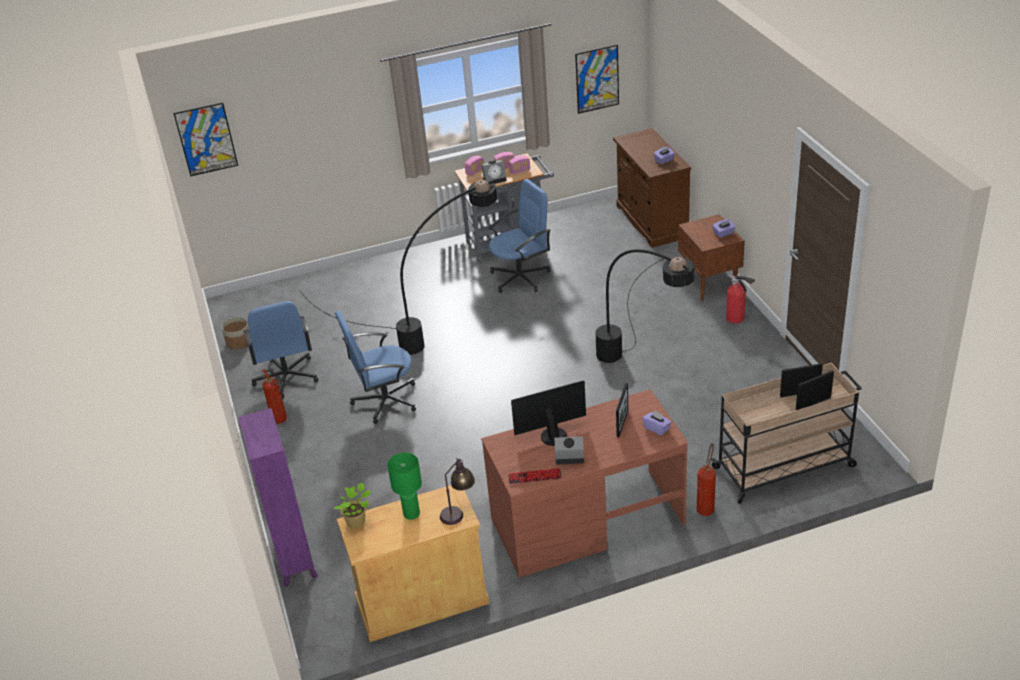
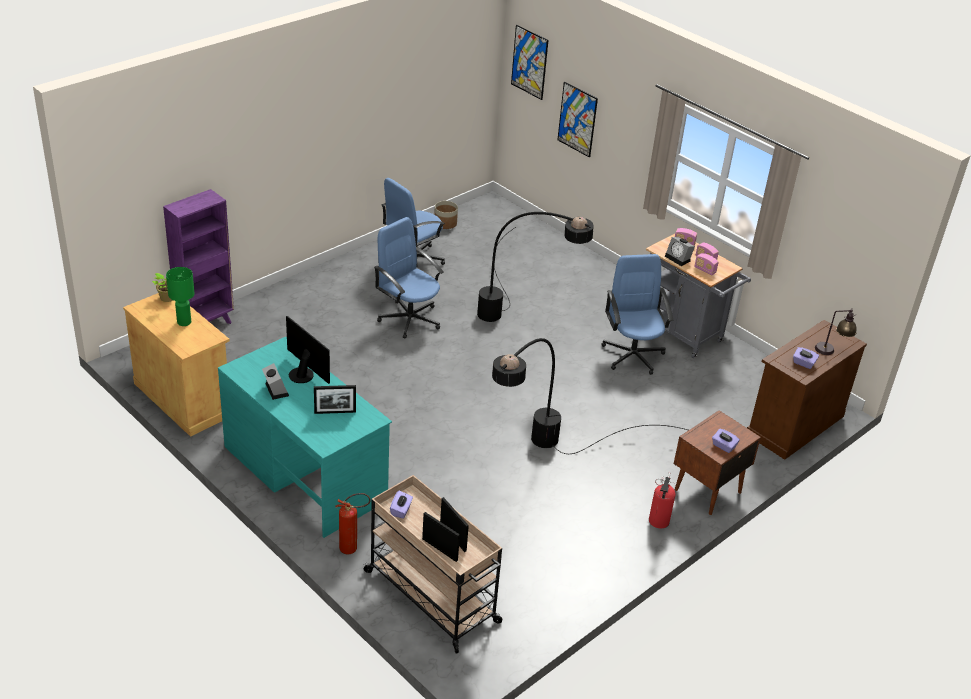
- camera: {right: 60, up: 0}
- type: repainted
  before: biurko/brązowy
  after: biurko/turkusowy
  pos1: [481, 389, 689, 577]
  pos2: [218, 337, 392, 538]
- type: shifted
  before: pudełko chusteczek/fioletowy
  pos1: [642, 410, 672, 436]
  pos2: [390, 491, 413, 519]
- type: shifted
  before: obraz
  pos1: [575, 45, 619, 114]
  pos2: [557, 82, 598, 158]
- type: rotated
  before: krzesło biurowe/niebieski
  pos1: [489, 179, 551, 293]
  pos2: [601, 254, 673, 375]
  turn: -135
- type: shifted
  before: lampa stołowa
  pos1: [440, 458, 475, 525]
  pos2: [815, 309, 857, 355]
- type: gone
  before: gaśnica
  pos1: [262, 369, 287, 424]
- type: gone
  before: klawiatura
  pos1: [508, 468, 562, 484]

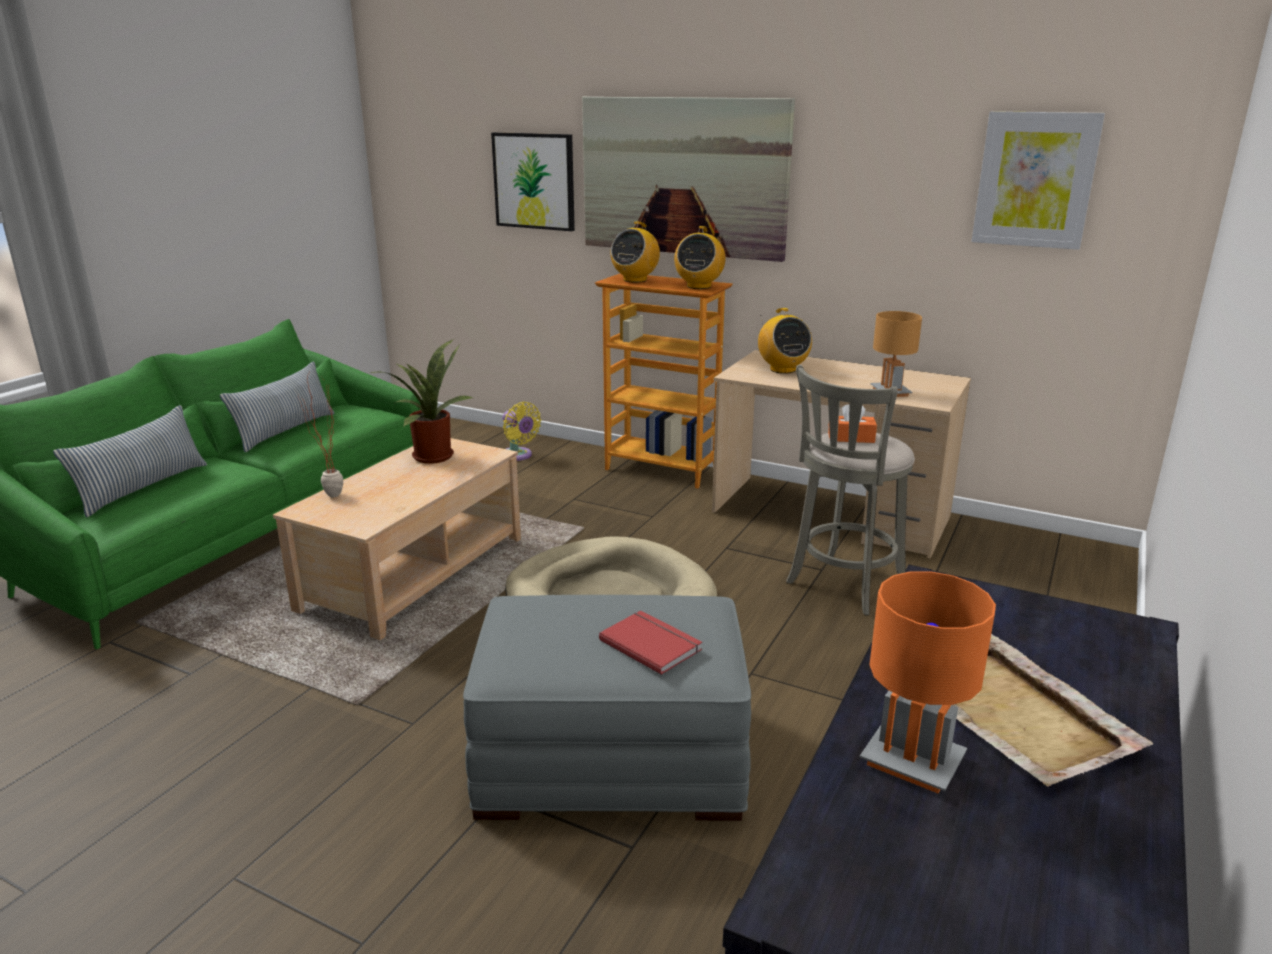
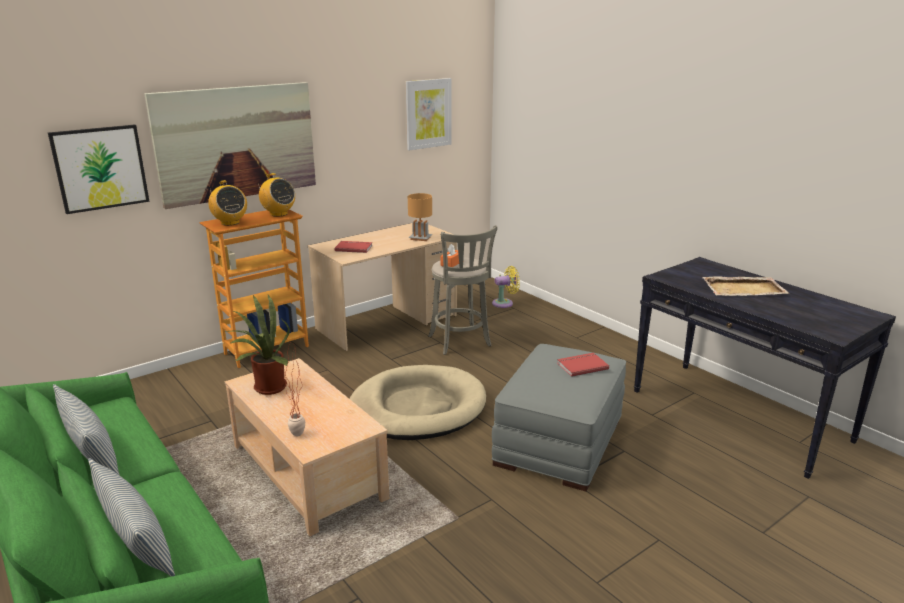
- camera: {right: -65, up: 0}
- type: swapped
  before: radio
  after: książka/czerwony
  pos1: [758, 308, 812, 374]
  pos2: [335, 241, 373, 253]
- type: shifted
  before: wentylator/żółty
  pos1: [502, 402, 541, 461]
  pos2: [492, 266, 520, 308]
- type: gone
  before: lampa stołowa/pomarańczowy
  pos1: [860, 571, 996, 794]

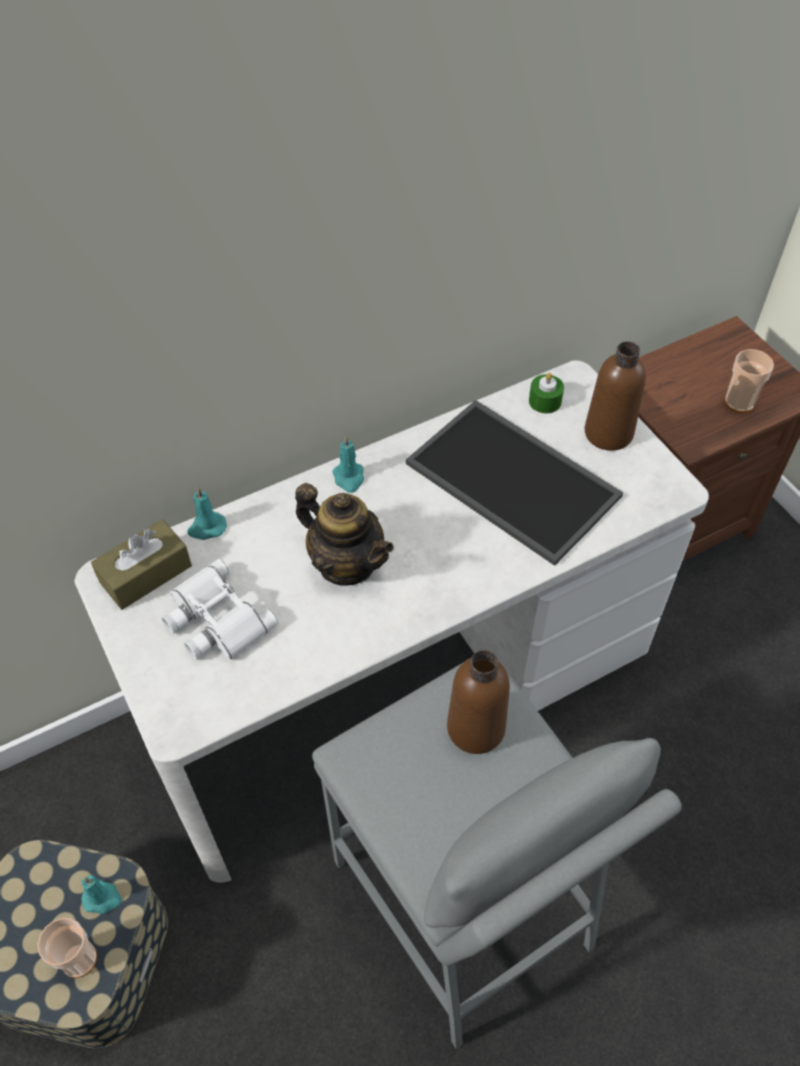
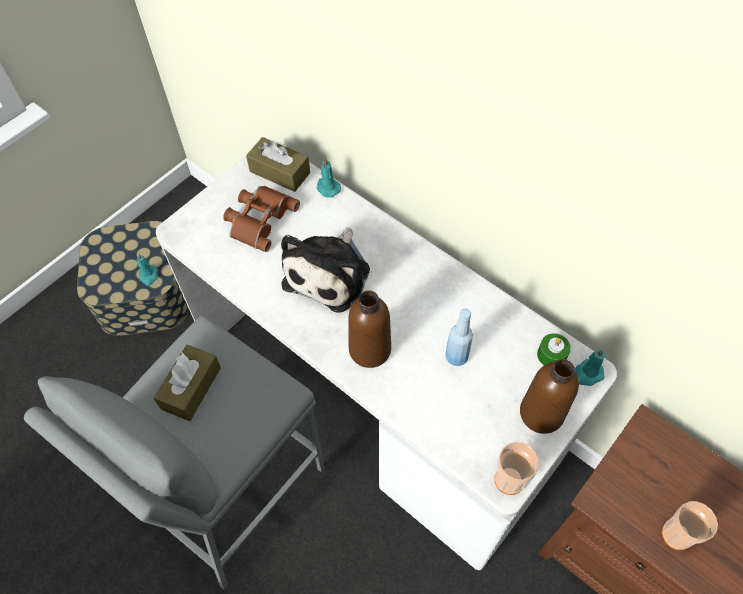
- camera: {right: 70, up: 5}
- type: new
  after: pudełko chusteczek/brązowy
  pos2: [154, 345, 221, 421]
- type: repainted
  before: lornetka/biały
  after: lornetka/brązowy
  pos1: [161, 559, 278, 660]
  pos2: [223, 186, 300, 252]
- type: swapped
  before: imbryk
  after: pluszak
  pos1: [295, 483, 394, 586]
  pos2: [281, 227, 370, 312]
- type: shifted
  before: butelka/brązowy
  pos1: [447, 650, 510, 754]
  pos2: [349, 290, 391, 368]
- type: swapped
  before: taca
  after: butelka/niebieski
  pos1: [406, 400, 623, 566]
  pos2: [445, 309, 473, 366]
- type: shifted
  before: filiżanka
  pos1: [38, 918, 97, 978]
  pos2: [494, 442, 539, 495]
- type: shifted
  before: świeca/turkusowy
  pos1: [332, 436, 364, 493]
  pos2: [575, 349, 605, 386]

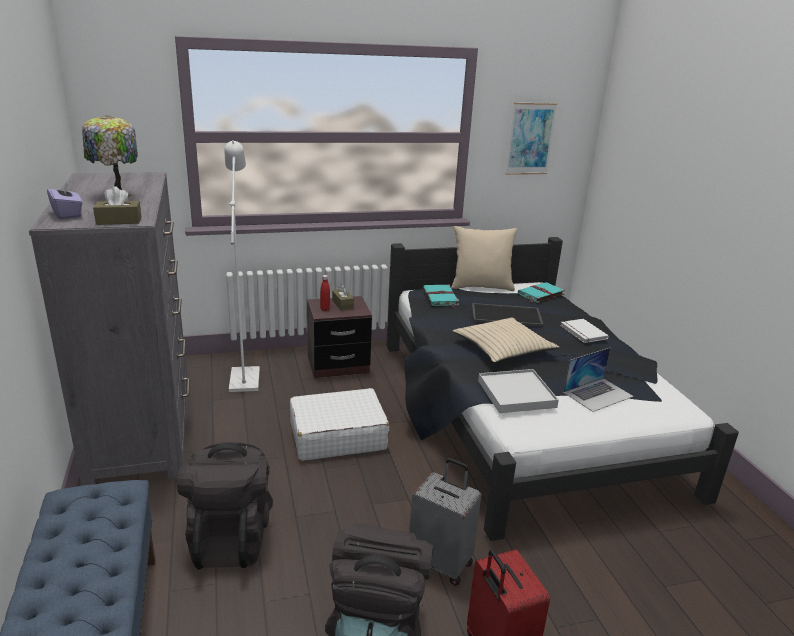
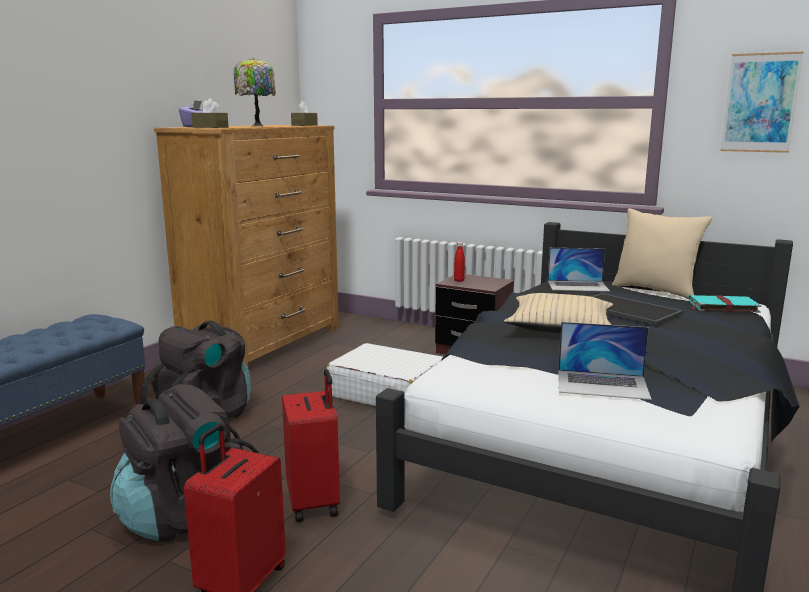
- camera: {right: 45, up: -10}
- type: repainted
  before: komoda/szary
  after: komoda/brązowy
  pos1: [29, 172, 190, 486]
  pos2: [154, 125, 339, 367]
- type: repainted
  before: walizka/szary
  after: walizka/czerwony
  pos1: [409, 458, 481, 586]
  pos2: [282, 369, 340, 522]
- type: shifted
  before: pudełko chusteczek/brązowy
  pos1: [332, 284, 354, 310]
  pos2: [291, 101, 318, 126]
- type: swapped
  before: książka/turkusowy
  after: laptop
  pos1: [423, 284, 459, 307]
  pos2: [548, 248, 610, 292]
- type: gone
  before: lampa stojąca/biały
  pos1: [224, 140, 260, 392]
- type: gone
  before: taca/biały
  pos1: [478, 369, 559, 413]
- type: gone
  before: książka/biały
  pos1: [560, 319, 609, 343]

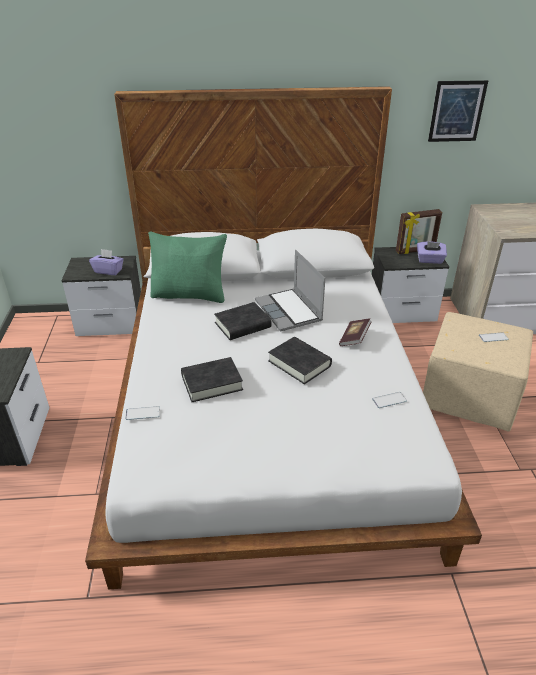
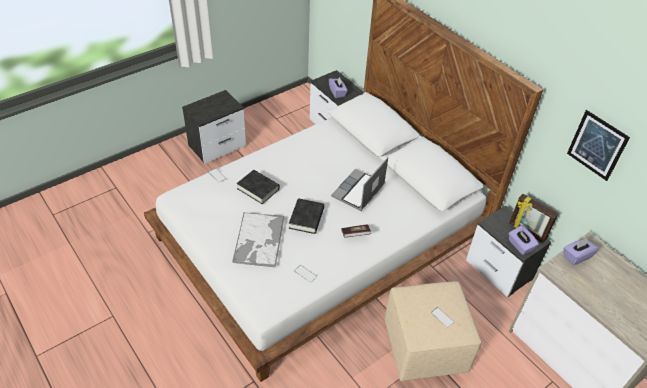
- camera: {right: 55, up: 10}
- type: new
  after: taca
  pos2: [232, 212, 285, 267]
- type: new
  after: pudełko chusteczek/fioletowy
  pos2: [563, 238, 599, 265]
- type: gone
  before: poduszka/zielony
  pos1: [148, 232, 227, 303]
- type: gone
  before: książka/czarny
  pos1: [214, 302, 272, 340]

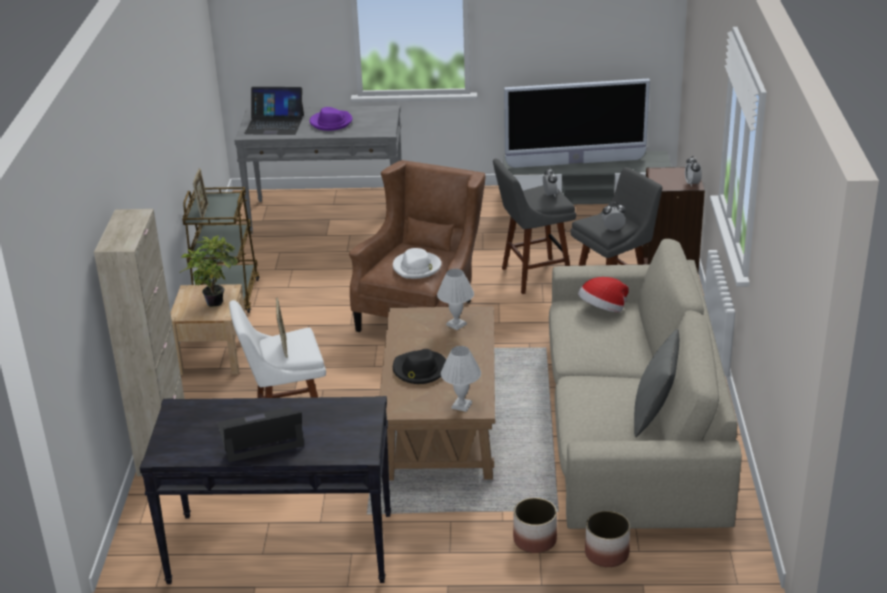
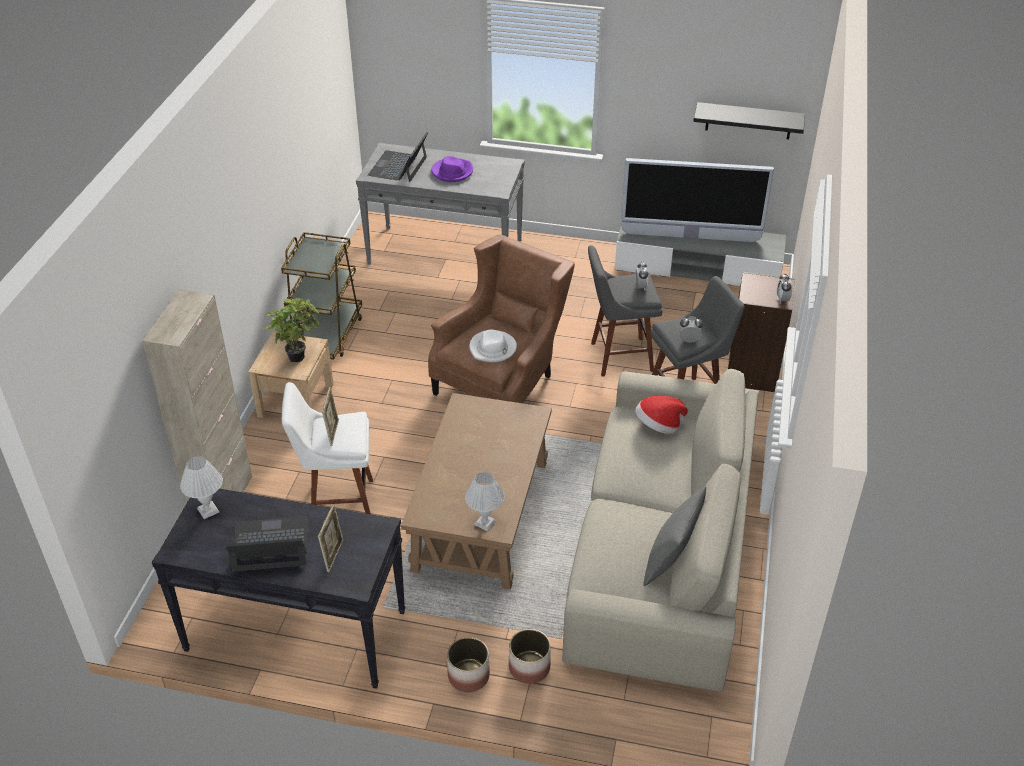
- camera: {right: 10, up: 10}
- type: shifted
  before: lampa stołowa/biały
  pos1: [437, 269, 474, 330]
  pos2: [180, 456, 223, 519]
- type: shifted
  before: ramka na zdjęcie
  pos1: [193, 168, 208, 218]
  pos2: [318, 504, 343, 572]
- type: rotated
  before: laptop
  pos1: [244, 87, 304, 135]
  pos2: [368, 132, 428, 182]
  turn: 90
- type: shifted
  before: donica
  pos1: [585, 511, 630, 567]
  pos2: [447, 637, 490, 692]
- type: new
  after: półka/czarny
  pos2: [693, 102, 805, 139]
- type: gone
  before: kapelusz/czarny
  pos1: [393, 349, 446, 384]

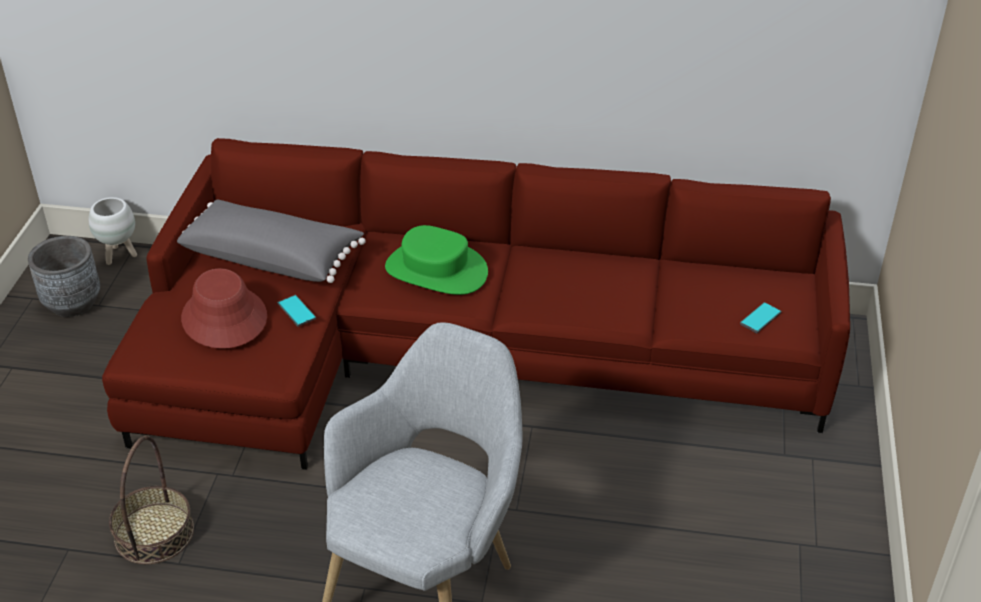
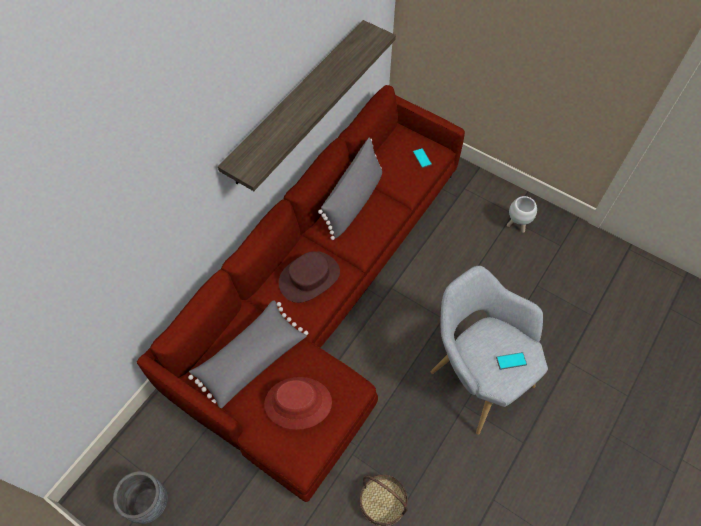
- camera: {right: -65, up: 20}
- type: new
  after: półka
  pos2: [218, 20, 396, 191]
- type: repainted
  before: kapelusz/zielony
  after: kapelusz/brązowy
  pos1: [385, 225, 488, 295]
  pos2: [279, 251, 340, 303]
- type: new
  after: poduszka/szary
  pos2: [318, 138, 382, 240]
- type: shifted
  before: telefon
  pos1: [277, 295, 316, 327]
  pos2: [496, 352, 527, 370]
- type: shifted
  before: donica/biały
  pos1: [89, 197, 137, 265]
  pos2: [507, 196, 537, 233]

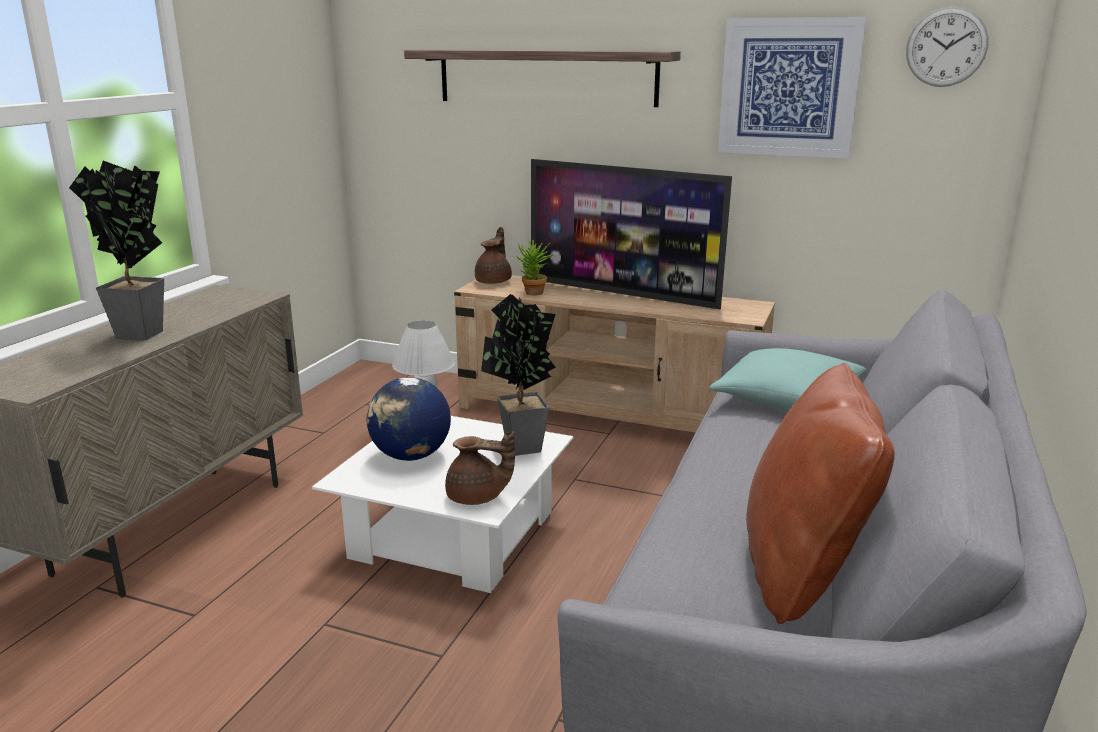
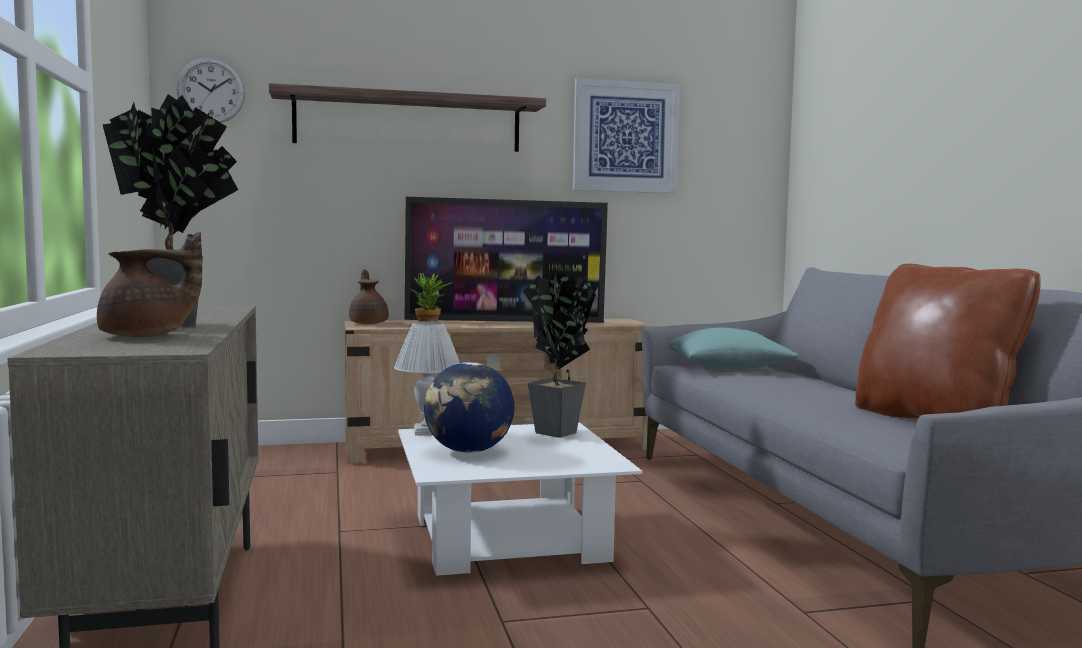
- camera: {right: -35, up: -15}
- type: shifted
  before: imbryk/brązowy
  pos1: [445, 431, 515, 505]
  pos2: [97, 232, 202, 337]
- type: shifted
  before: zegar ścienny
  pos1: [906, 7, 989, 87]
  pos2: [176, 58, 245, 123]

